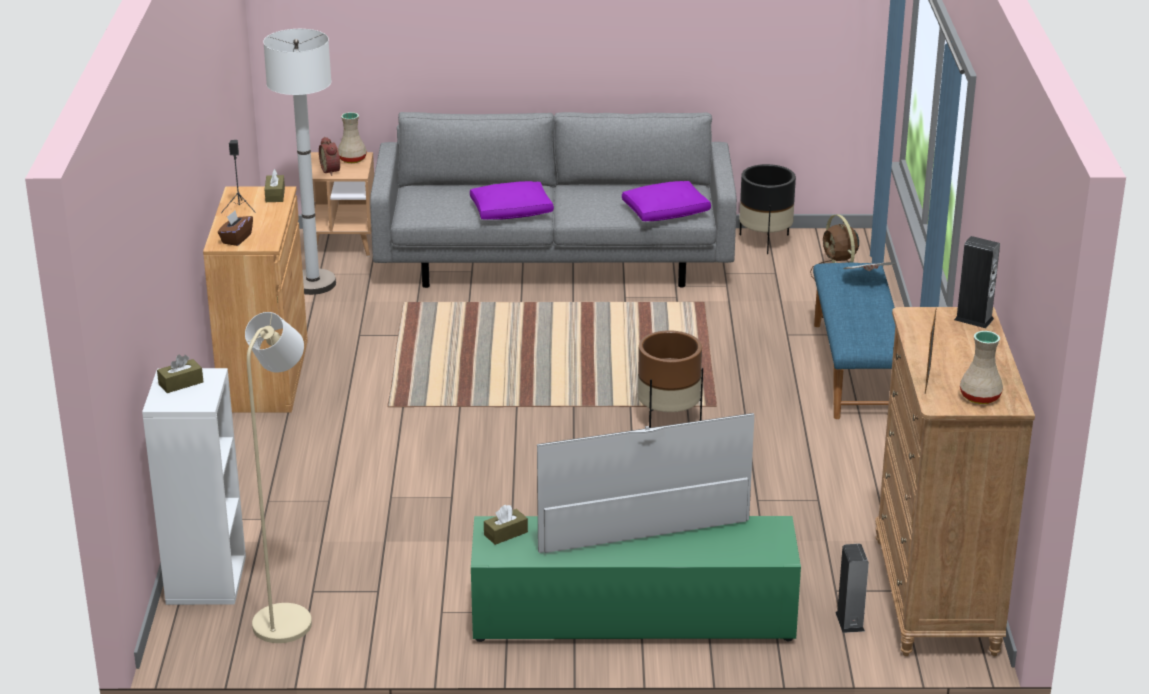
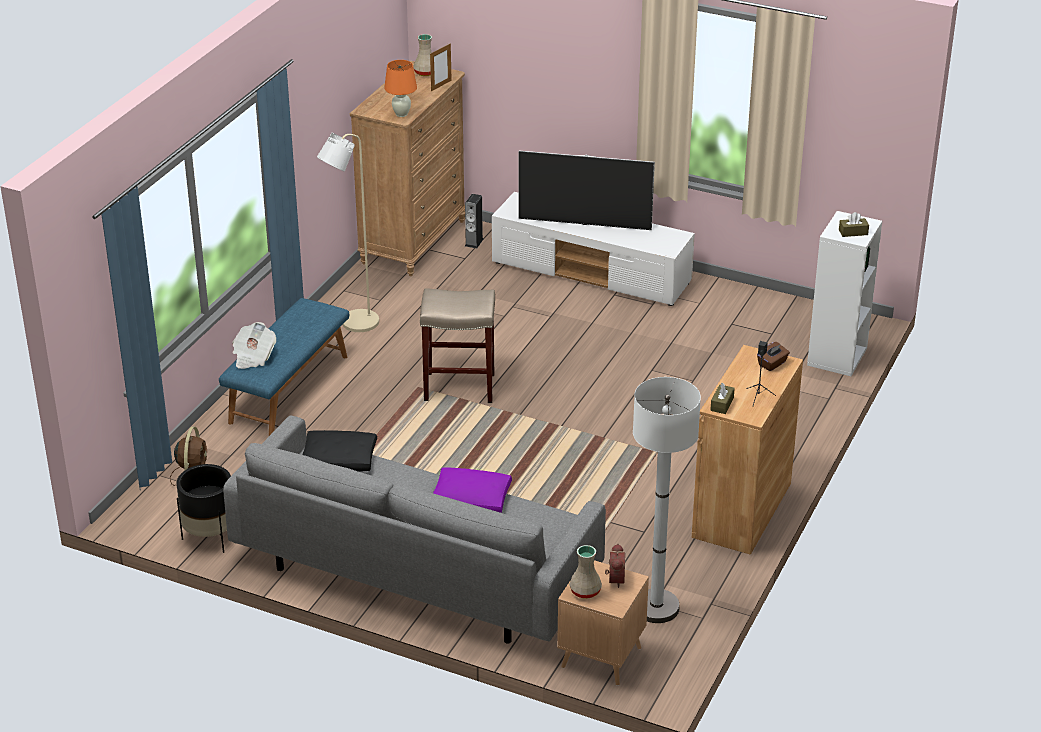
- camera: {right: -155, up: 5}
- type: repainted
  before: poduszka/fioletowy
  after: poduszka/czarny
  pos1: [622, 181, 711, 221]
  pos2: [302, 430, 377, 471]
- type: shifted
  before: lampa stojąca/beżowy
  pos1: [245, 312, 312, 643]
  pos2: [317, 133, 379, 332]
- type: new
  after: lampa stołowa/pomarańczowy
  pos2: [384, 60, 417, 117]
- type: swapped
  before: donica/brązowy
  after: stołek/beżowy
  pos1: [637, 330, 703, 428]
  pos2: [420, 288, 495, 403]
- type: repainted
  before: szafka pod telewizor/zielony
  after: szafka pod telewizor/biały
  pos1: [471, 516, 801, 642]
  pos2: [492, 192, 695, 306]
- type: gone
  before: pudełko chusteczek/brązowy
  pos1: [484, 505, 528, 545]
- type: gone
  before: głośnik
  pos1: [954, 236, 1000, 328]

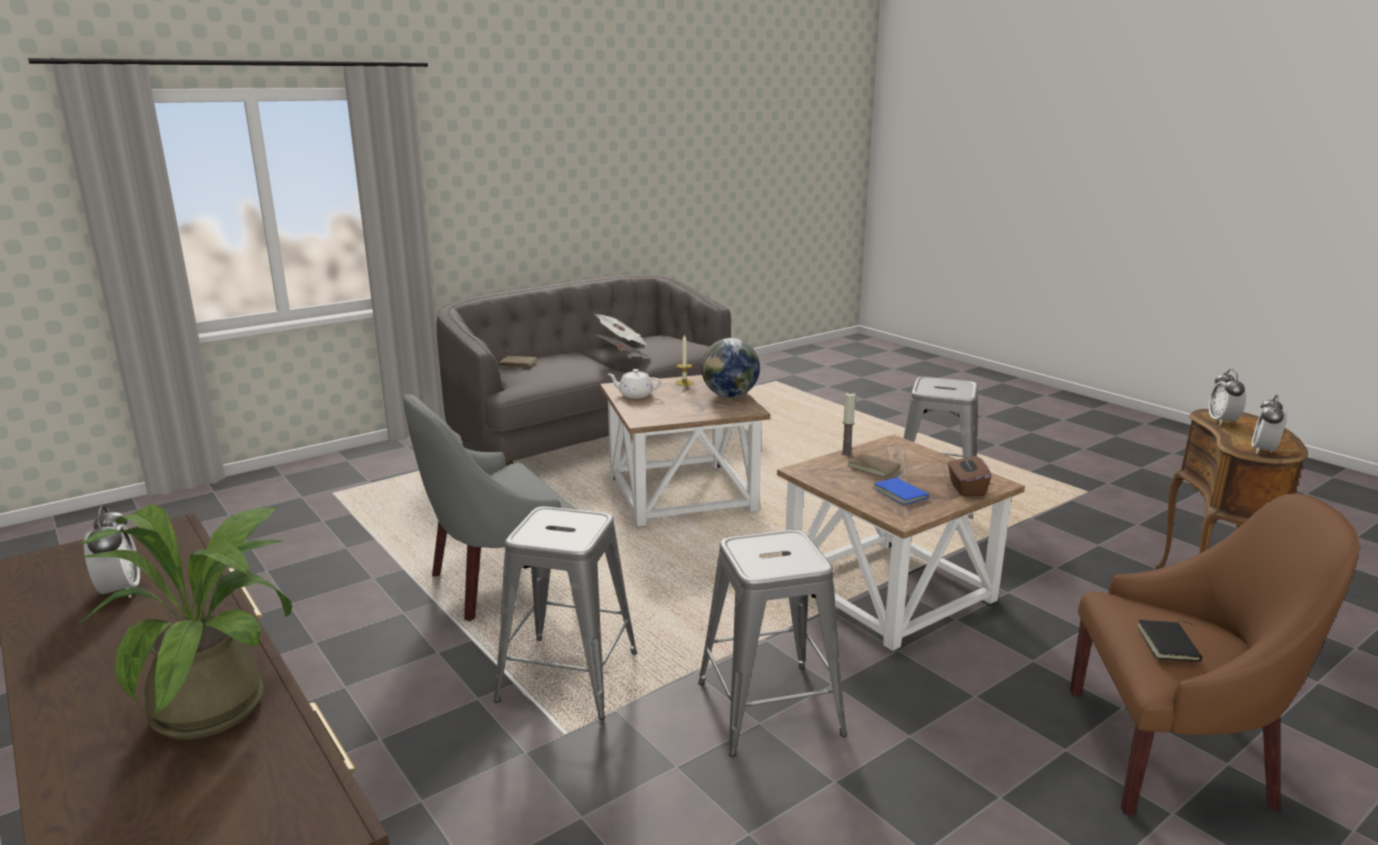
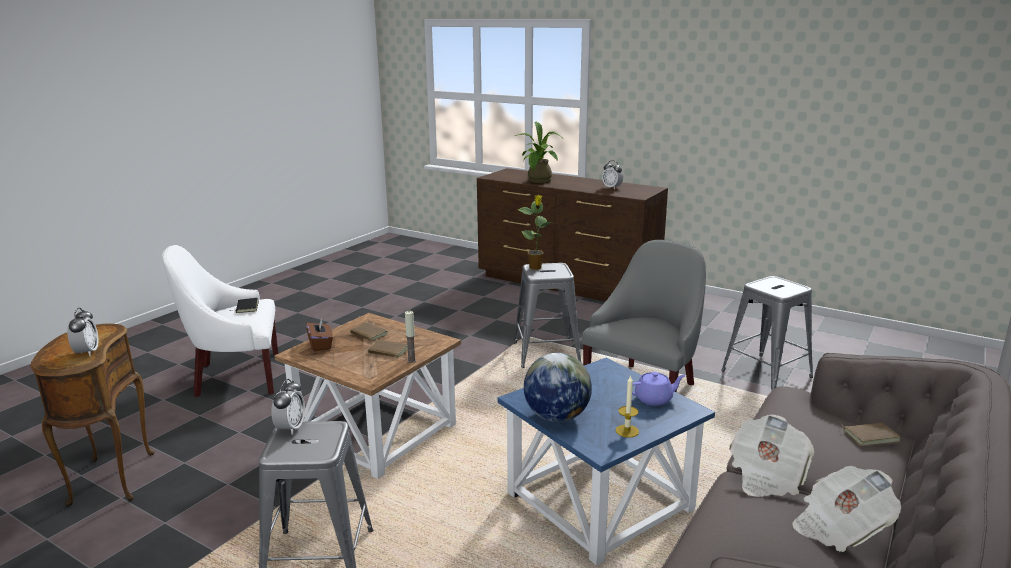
- camera: {right: 160, up: 0}
- type: repainted
  before: fotel/brązowy
  after: fotel/biały
  pos1: [1070, 493, 1359, 815]
  pos2: [162, 245, 278, 397]
- type: shifted
  before: budzik
  pos1: [1252, 395, 1287, 454]
  pos2: [271, 379, 305, 435]
- type: repainted
  before: książka/niebieski
  after: książka/brązowy
  pos1: [873, 476, 929, 505]
  pos2: [350, 322, 388, 341]
- type: repainted
  before: stolik/brązowy
  after: stolik/niebieski
  pos1: [600, 375, 771, 527]
  pos2: [497, 357, 715, 566]
- type: new
  after: roślina doniczkowa
  pos2: [517, 195, 551, 270]
- type: repainted
  before: imbryk/biały
  after: imbryk/fioletowy
  pos1: [608, 369, 661, 398]
  pos2: [632, 372, 686, 406]
- type: shifted
  before: stołek/szary
  pos1: [698, 530, 847, 756]
  pos2: [721, 276, 813, 390]

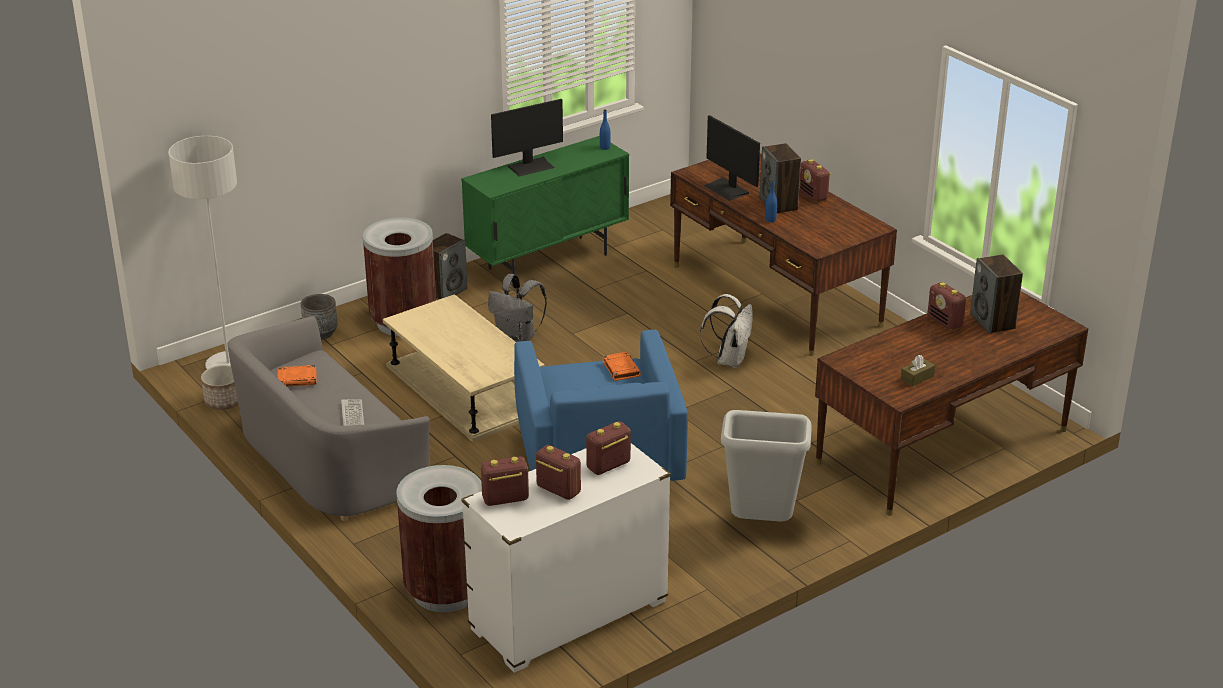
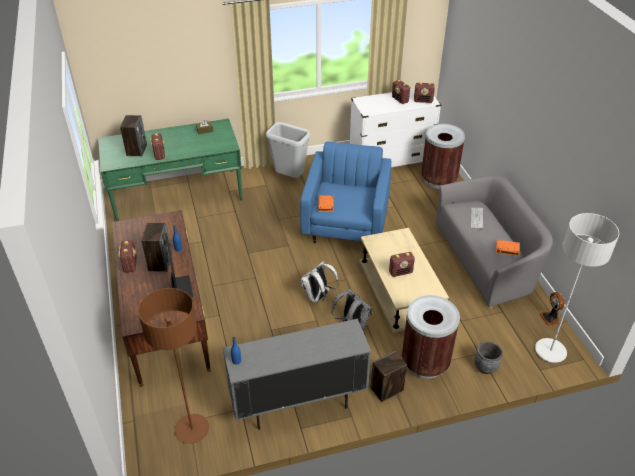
- camera: {right: -160, up: 10}
- type: repainted
  before: biurko/brązowy
  after: biurko/zielony
  pos1: [815, 291, 1088, 516]
  pos2: [98, 119, 243, 221]
- type: new
  after: lampa stojąca/brązowy
  pos2: [138, 288, 209, 444]
- type: repainted
  before: szafka/zielony
  after: szafka/szary
  pos1: [461, 136, 629, 288]
  pos2: [223, 319, 371, 430]
- type: shifted
  before: plecak/biały
  pos1: [700, 294, 753, 368]
  pos2: [300, 261, 339, 303]
- type: shifted
  before: radio
  pos1: [586, 421, 631, 475]
  pos2: [389, 252, 415, 277]
- type: swapped
  before: donica
  after: wentylator
  pos1: [201, 365, 239, 410]
  pos2: [539, 292, 565, 326]
- type: gone
  before: monitor
  pos1: [491, 99, 563, 177]

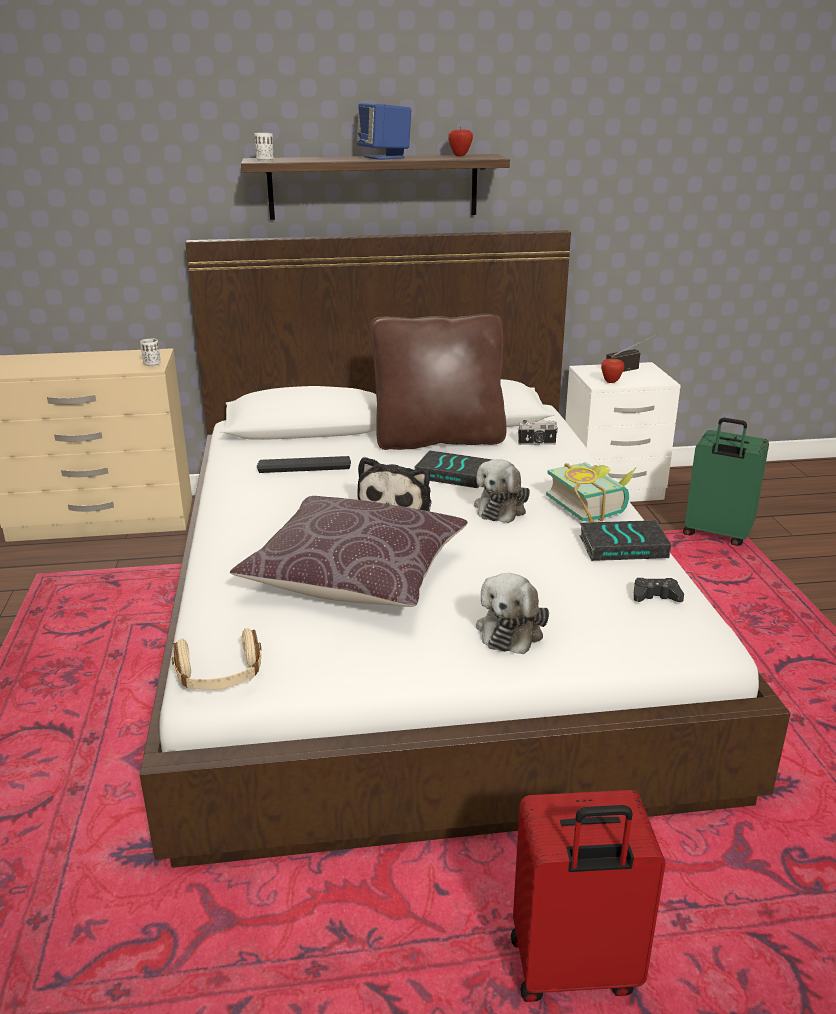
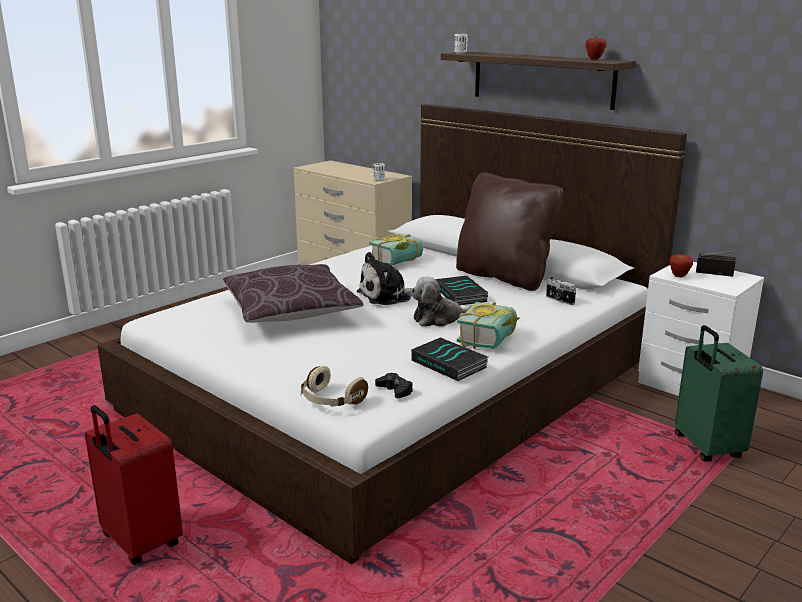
- camera: {right: 50, up: -5}
- type: shifted
  before: słuchawki/beżowy
  pos1: [172, 628, 261, 690]
  pos2: [301, 366, 368, 407]
- type: swapped
  before: klawiatura
  after: książka
  pos1: [257, 456, 351, 473]
  pos2: [369, 234, 423, 265]
- type: gone
  before: głośnik/niebieski
  pos1: [357, 103, 411, 160]
- type: gone
  before: pluszak
  pos1: [476, 573, 549, 654]

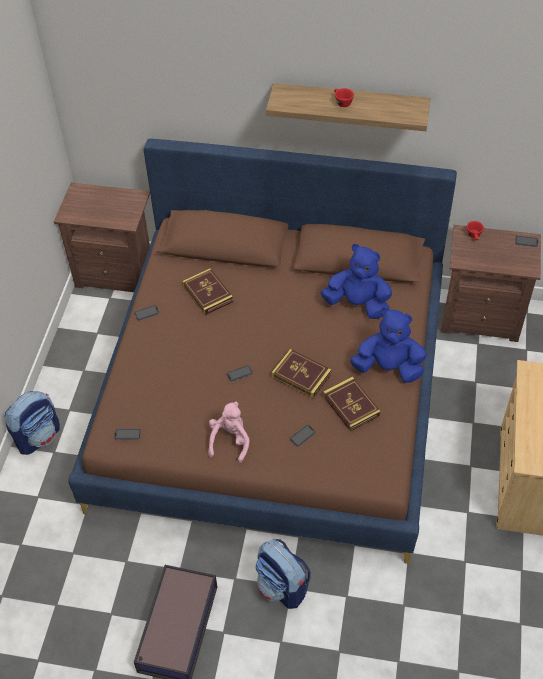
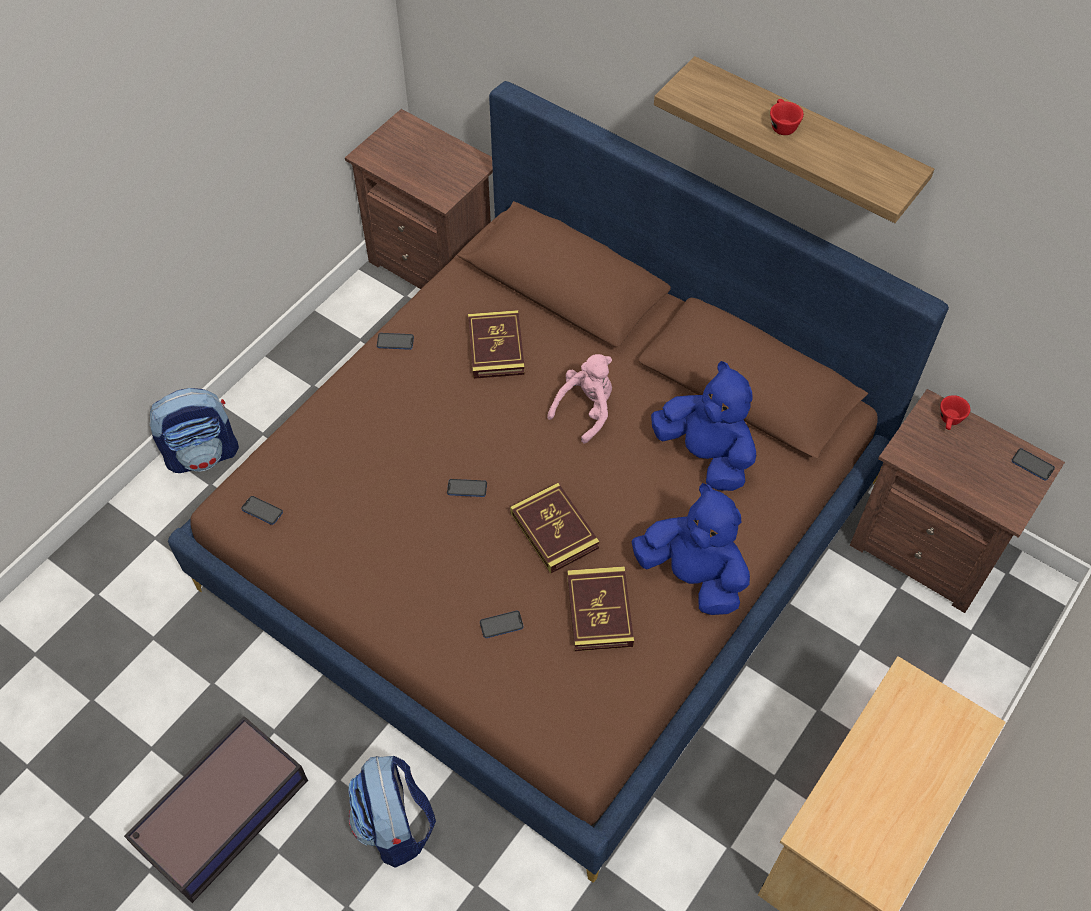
- camera: {right: 25, up: 5}
- type: shifted
  before: pluszak/różowy
  pos1: [208, 402, 250, 463]
  pos2: [547, 354, 612, 444]

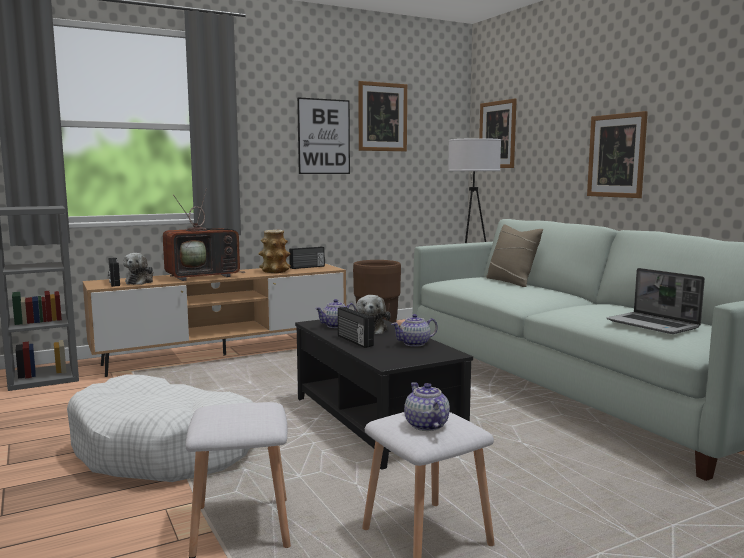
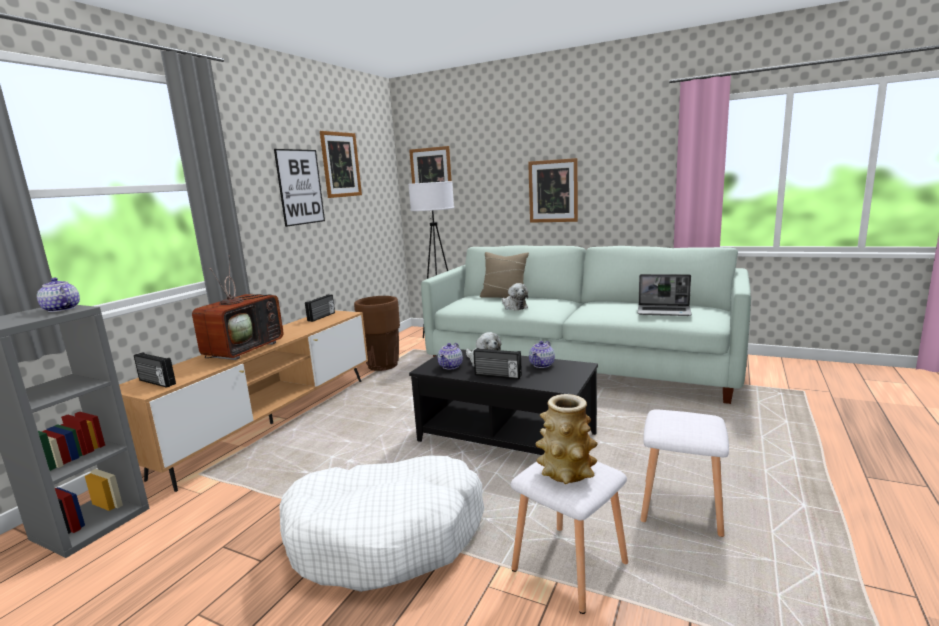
- camera: {right: -35, up: 5}
- type: shifted
  before: imbryk
  pos1: [404, 382, 450, 431]
  pos2: [37, 278, 80, 312]
- type: shifted
  before: pluszak
  pos1: [123, 253, 153, 285]
  pos2: [502, 283, 528, 310]
- type: shifted
  before: wazon
  pos1: [258, 230, 291, 273]
  pos2: [536, 394, 598, 484]

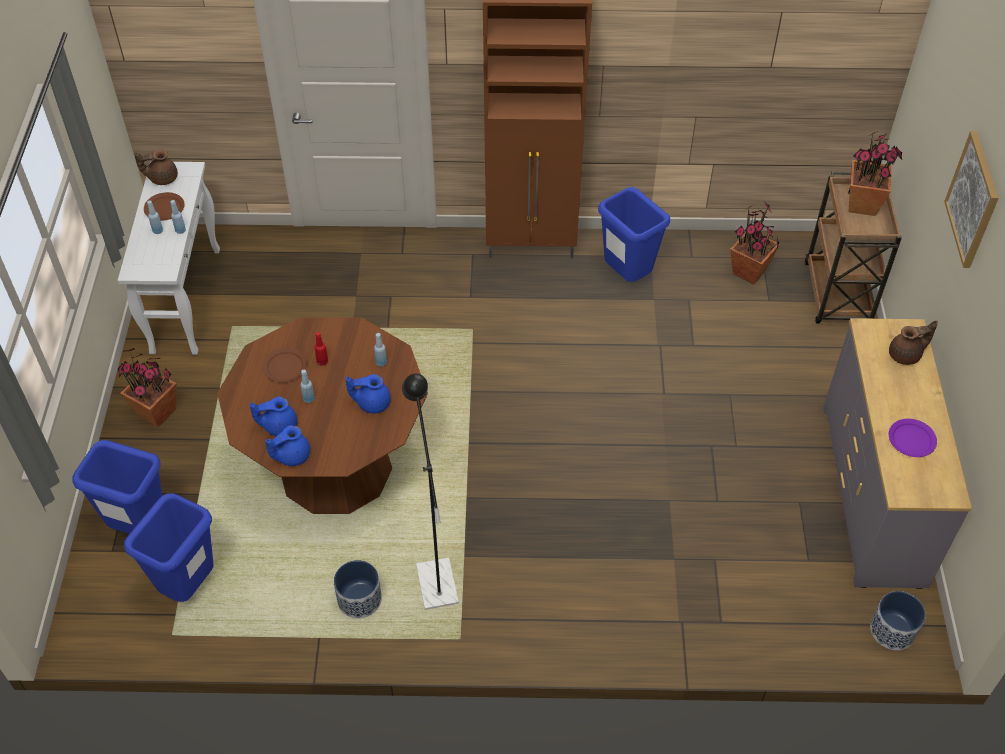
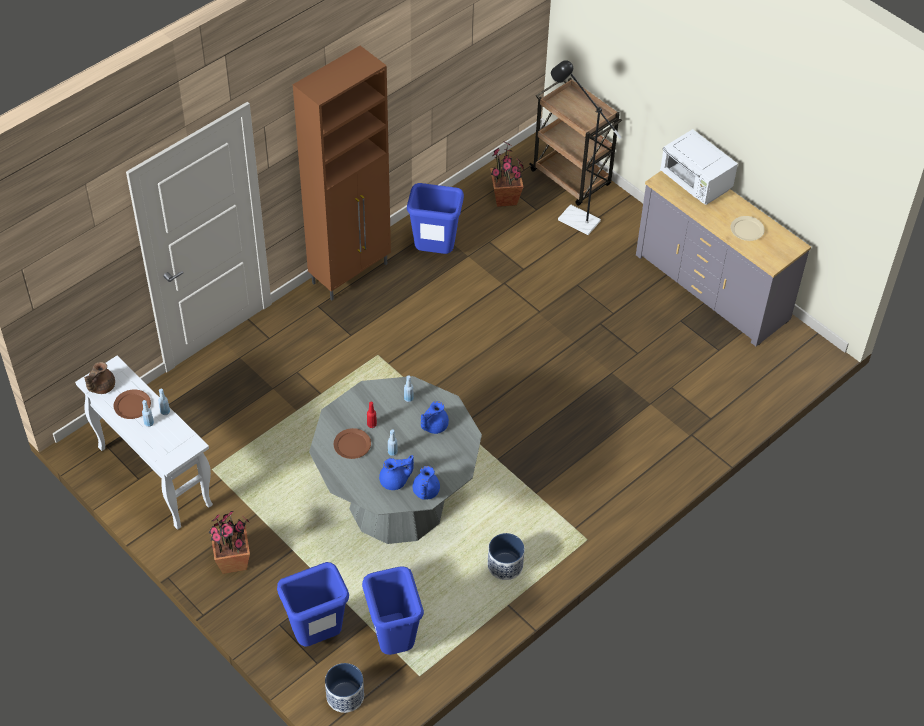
- camera: {right: -45, up: 0}
- type: repainted
  before: stół jadalny/brązowy
  after: stół jadalny/szary
  pos1: [217, 318, 428, 514]
  pos2: [309, 376, 482, 544]
- type: shifted
  before: donica
  pos1: [870, 591, 926, 650]
  pos2: [325, 663, 364, 713]
- type: rotated
  before: imbryk/niebieski
  pos1: [249, 397, 297, 436]
  pos2: [379, 455, 414, 490]
  turn: -135
- type: shifted
  before: lampa stojąca/czarny
  pos1: [402, 374, 459, 610]
  pos2: [551, 60, 622, 235]
- type: swapped
  before: imbryk/brązowy
  after: mikrofalówka/biały
  pos1: [889, 320, 938, 365]
  pos2: [660, 129, 738, 205]
- type: repainted
  before: talerz/fioletowy
  after: talerz/beżowy
  pos1: [889, 419, 937, 457]
  pos2: [731, 216, 765, 241]
- type: gone
  before: roślina doniczkowa
  pos1: [848, 130, 902, 216]
- type: gone
  before: obraz
  pos1: [945, 131, 999, 268]

